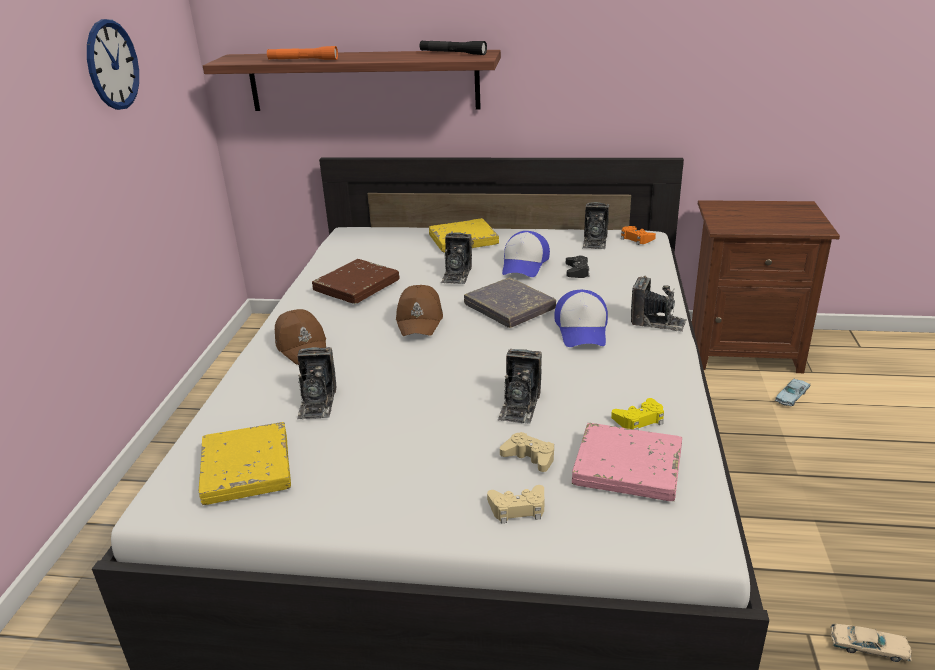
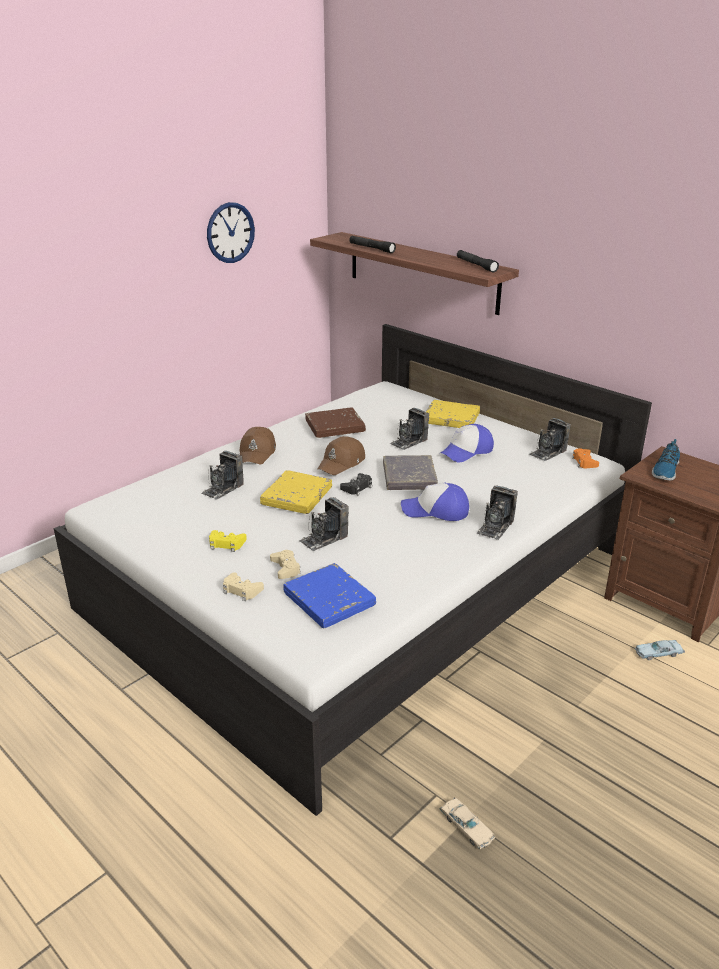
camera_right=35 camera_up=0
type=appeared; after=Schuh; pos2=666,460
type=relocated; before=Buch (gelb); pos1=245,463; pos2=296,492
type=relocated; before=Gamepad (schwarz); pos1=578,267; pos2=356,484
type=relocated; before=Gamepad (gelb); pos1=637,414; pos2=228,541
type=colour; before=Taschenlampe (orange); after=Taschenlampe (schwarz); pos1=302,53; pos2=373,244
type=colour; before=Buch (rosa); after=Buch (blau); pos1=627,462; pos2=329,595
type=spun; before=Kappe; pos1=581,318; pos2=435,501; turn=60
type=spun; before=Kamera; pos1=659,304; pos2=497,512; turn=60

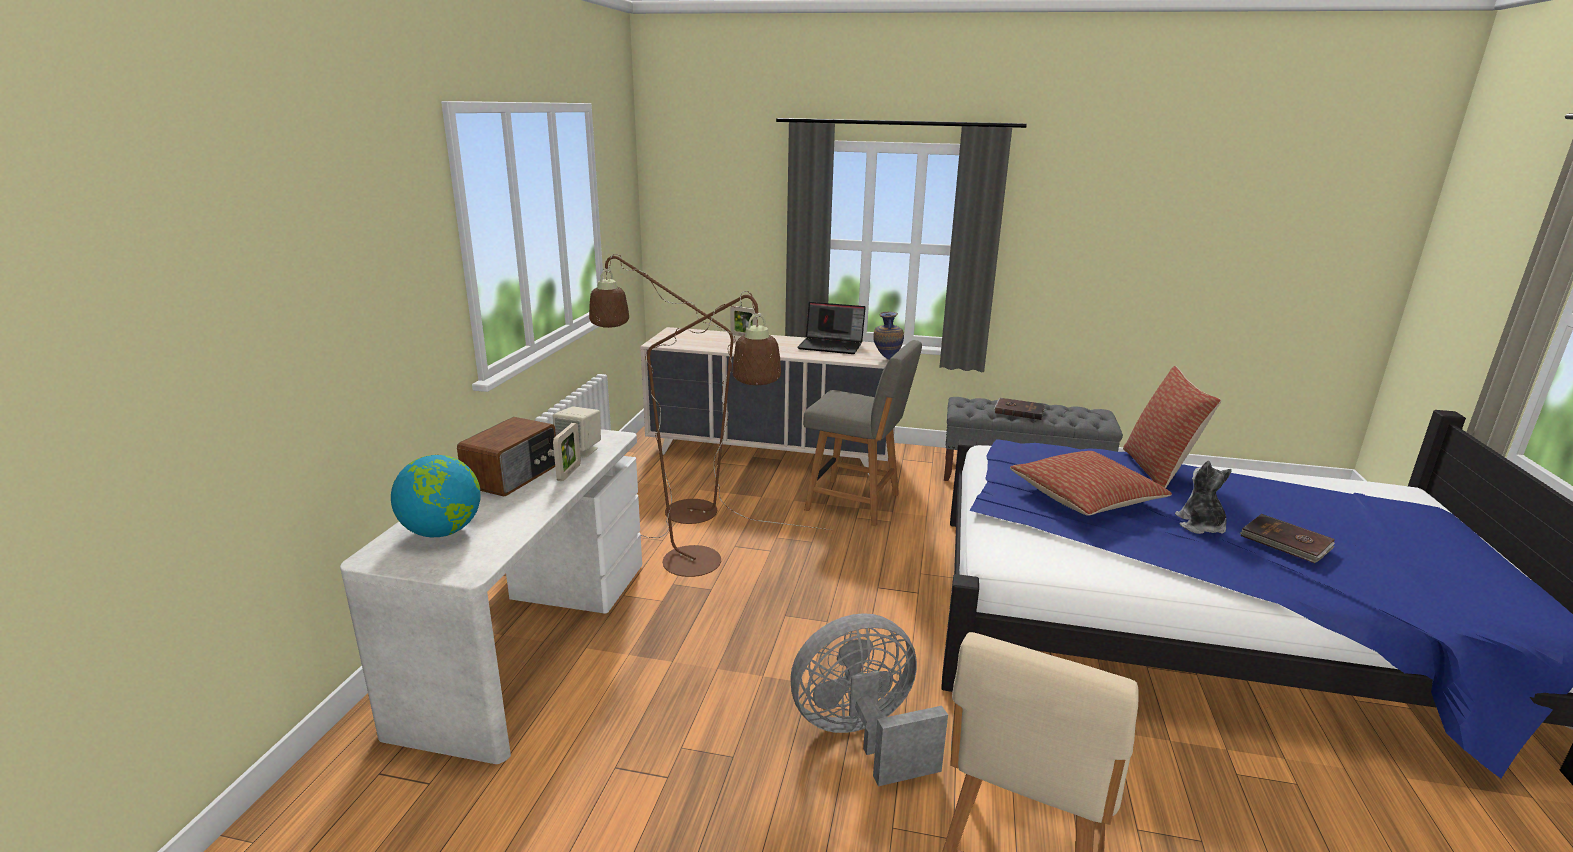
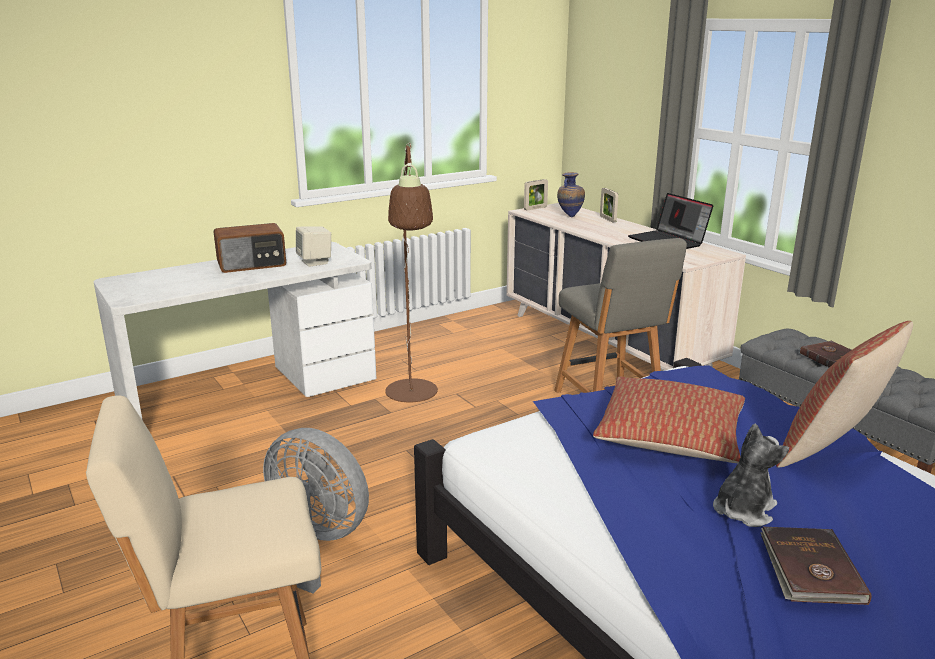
camera_right=45 camera_up=0
type=missing; before=Globus; pos1=435,496
type=missing; before=Stehlampe (braun); pos1=710,392
type=relocated; before=Bilderrahmen; pos1=567,452; pos2=536,194
type=relocated; before=Vase; pos1=888,336; pos2=571,195

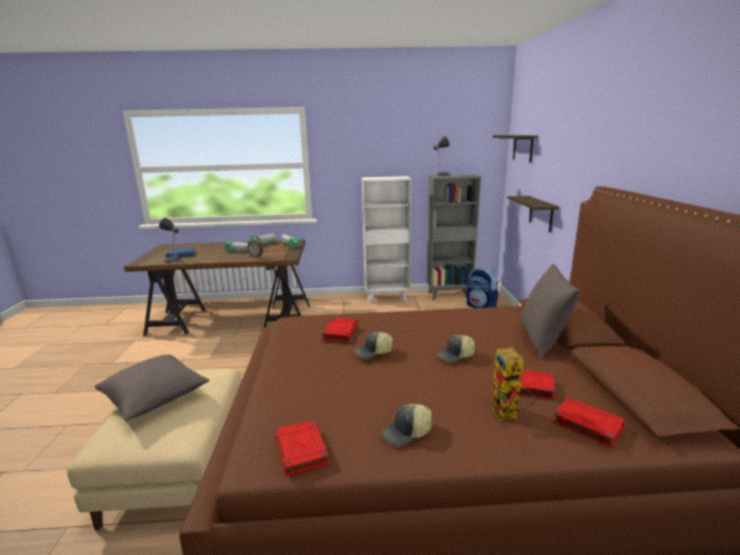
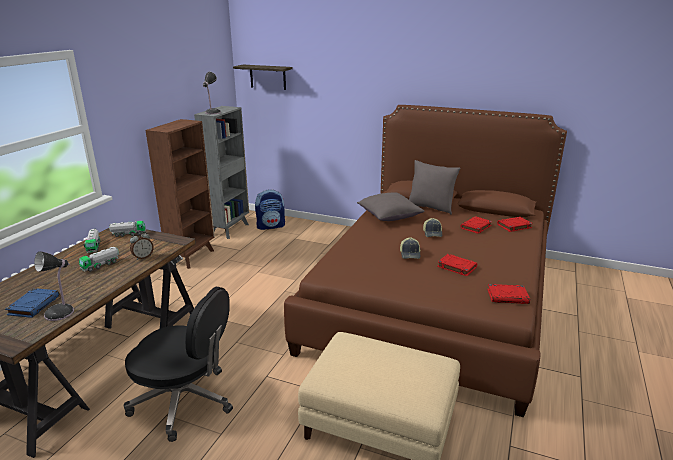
camera_right=-65 camera_up=5
type=missing; before=Kappe; pos1=406,425
type=missing; before=Spielzeugroboter; pos1=512,384
type=missing; before=Wandregal; pos1=533,214
type=appeared; after=Bürostuhl (schwarz); pos2=178,364
type=relocated; before=Kissen (grau); pos1=152,387; pos2=390,206
type=relocated; before=Buch (rot); pos1=340,330; pos2=457,265
type=colour; before=Bücherregal (weiß); after=Bücherregal (braun); pos1=386,240; pos2=180,194

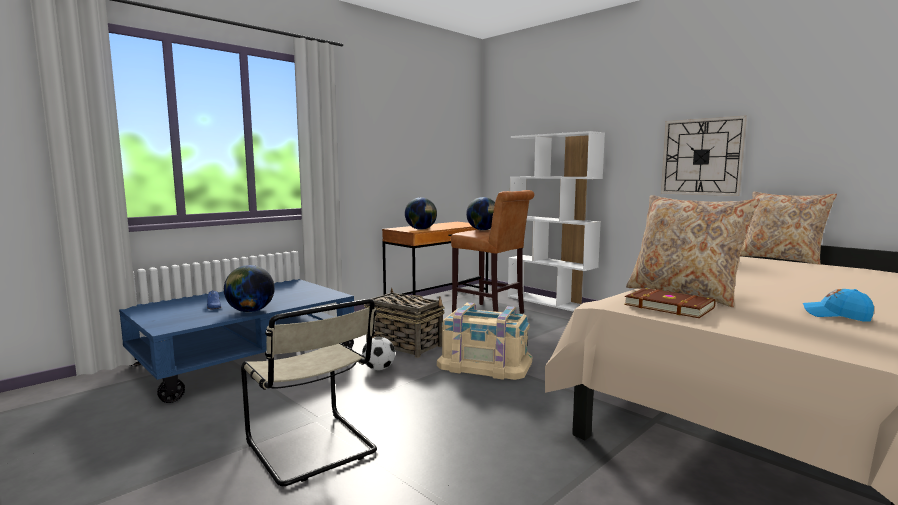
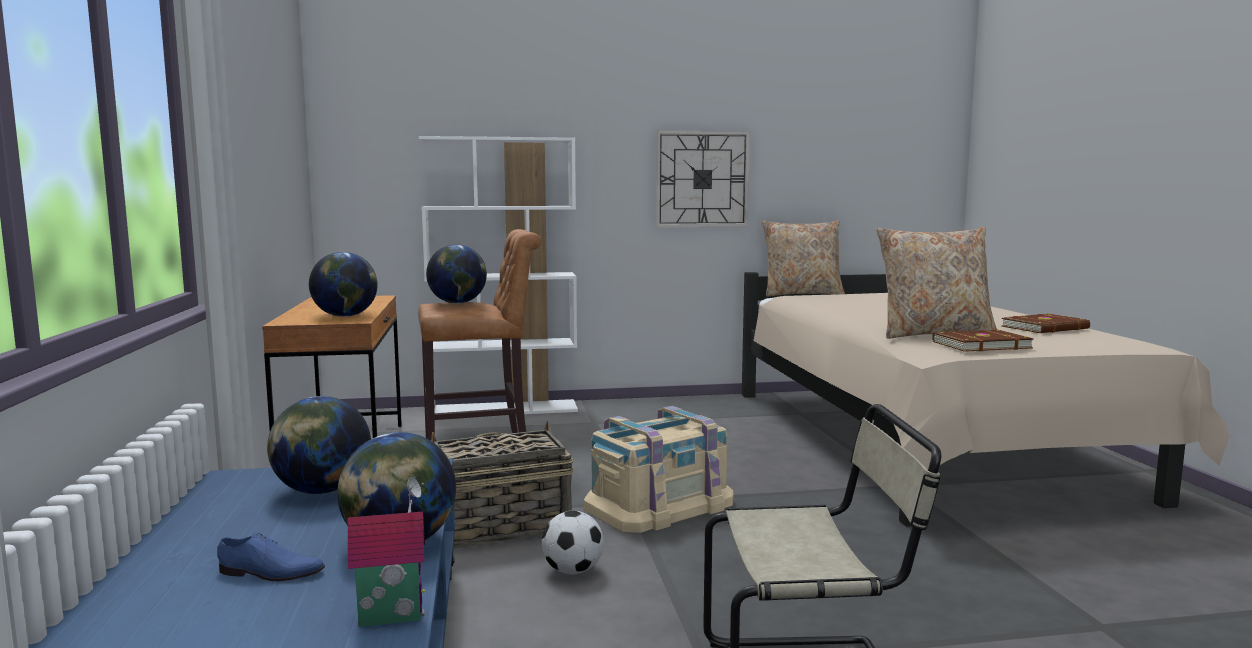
camera_right=-55 camera_up=0
type=appeared; after=Globus; pos2=319,445
type=appeared; after=Spielzeughaus; pos2=387,552
type=exchanged; before=Kappe (blau); after=Buch (braun); pos1=838,305; pos2=1046,323

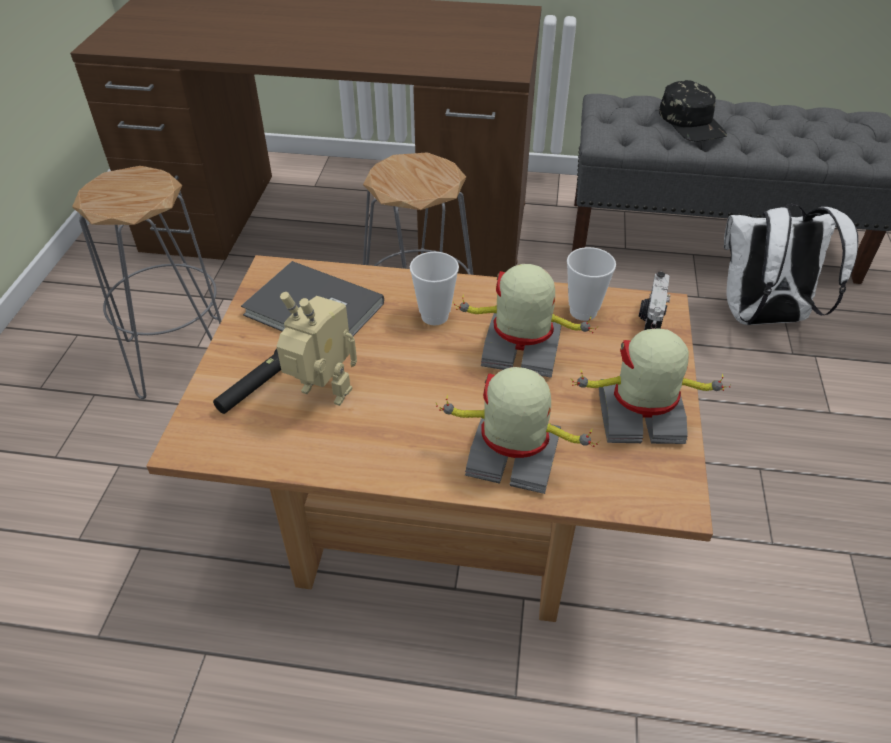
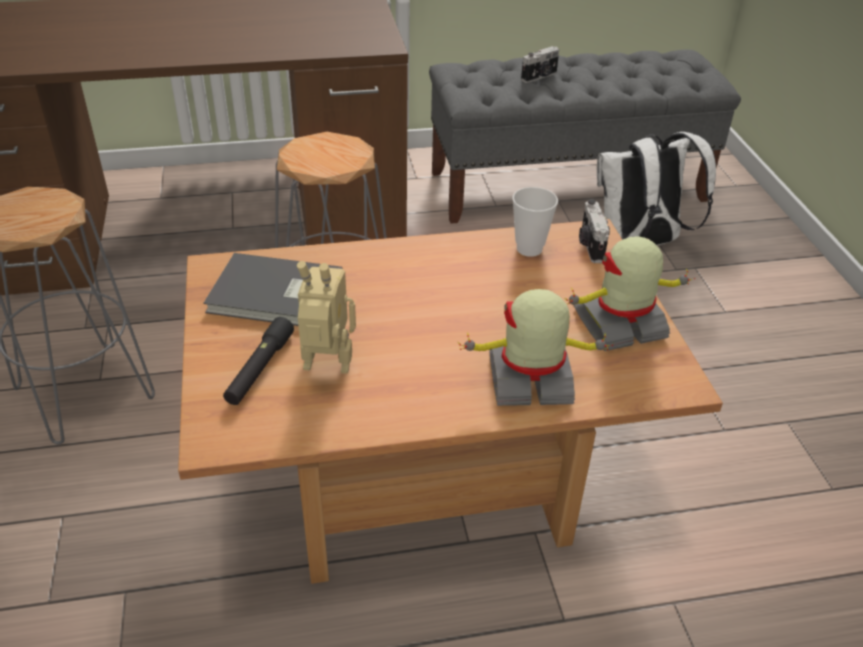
camera_right=-20 camera_up=-5
type=missing; before=Tasse; pos1=434,288
type=missing; before=Spielzeugroboter; pos1=525,320
type=exchanged; before=Kappe (schwarz); after=Kamera; pos1=693,111; pos2=540,64

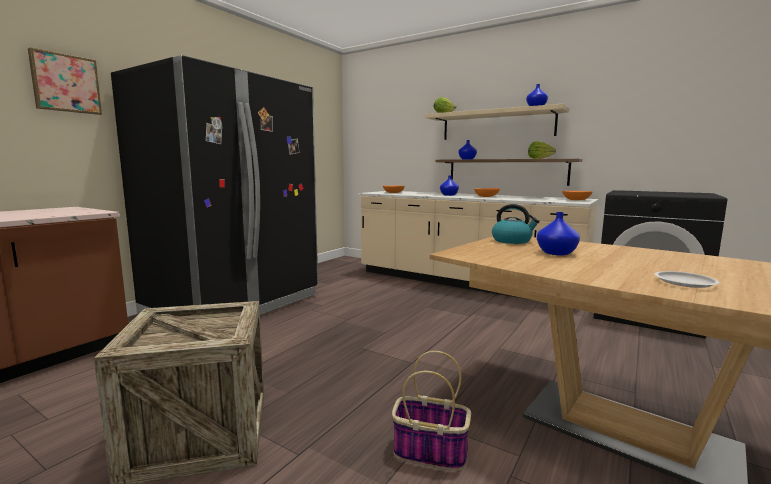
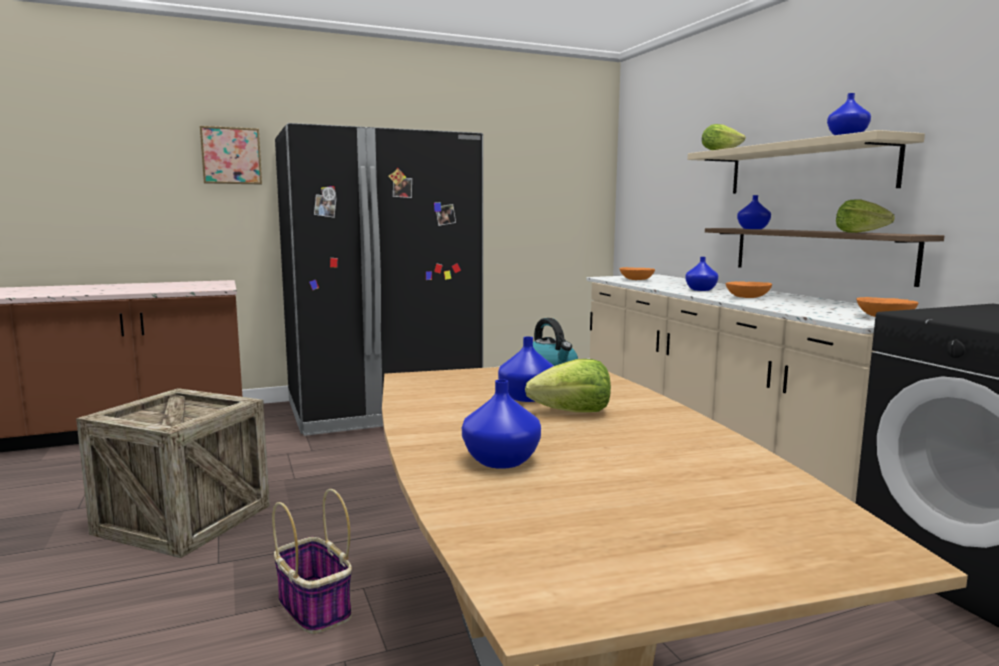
camera_right=35 camera_up=0
type=appeared; after=Salatkopf; pos2=568,385
type=exchanged; before=Teller (weiß); after=Vase (blau); pos1=687,279; pos2=501,424

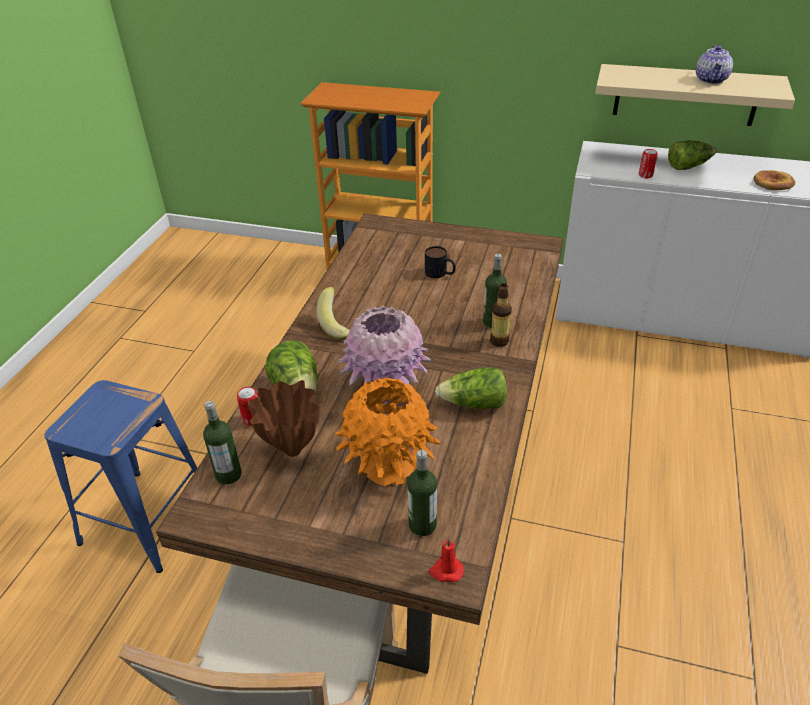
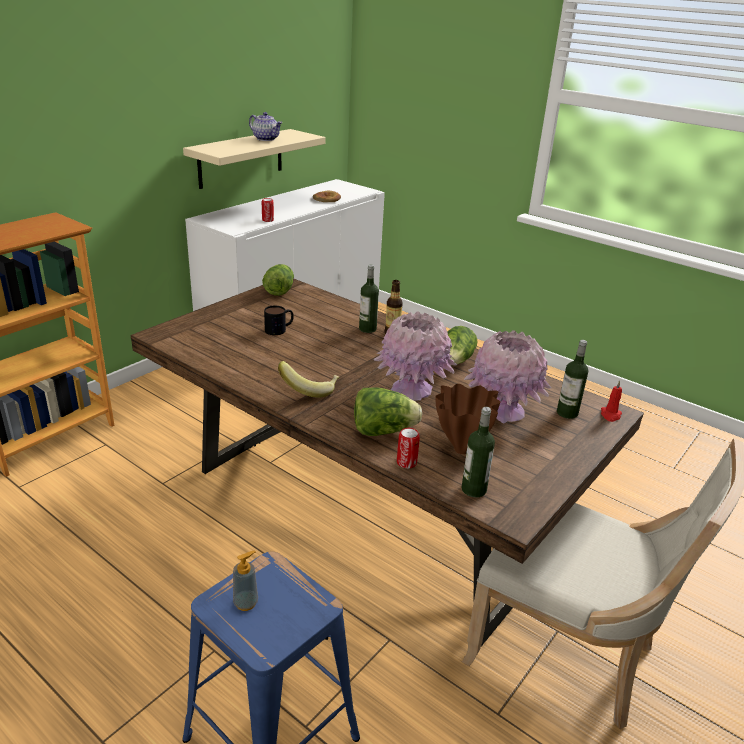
camera_right=-70 camera_up=-10
type=appeared; after=Seifenspender; pos2=245,580
type=relocated; before=Salatkopf; pos1=692,155; pos2=278,280
type=colour; before=Vase (orange); after=Vase (rosa); pos1=387,432; pos2=507,377

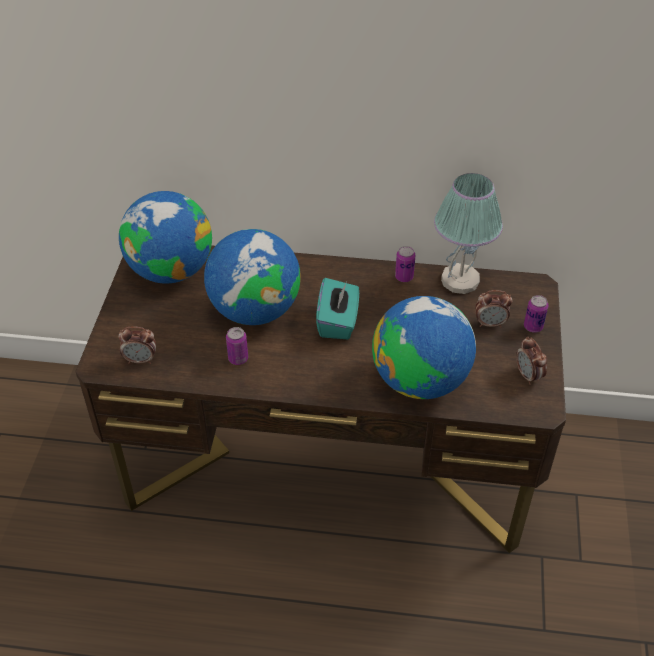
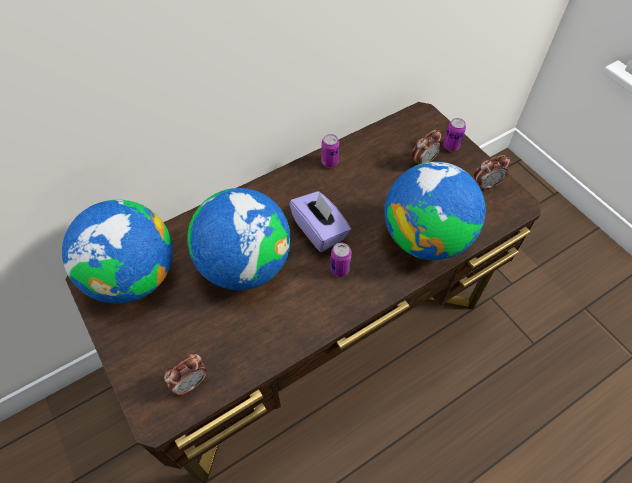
camera_right=-40 camera_up=10
type=missing; before=Tischlampe; pos1=468,233
type=relocated; before=Dose; pos1=237,346; pos2=341,260
type=colour; before=Taschentuchbox (türkis); after=Taschentuchbox (lila); pos1=337,308; pos2=320,221
type=spun; before=Wecker; pos1=531,360; pos2=492,172; turn=-45

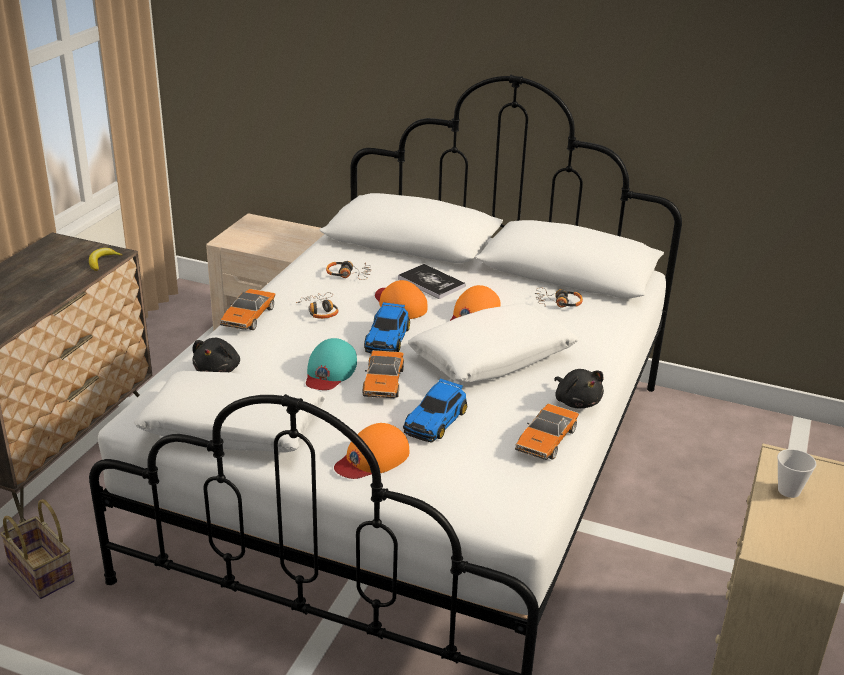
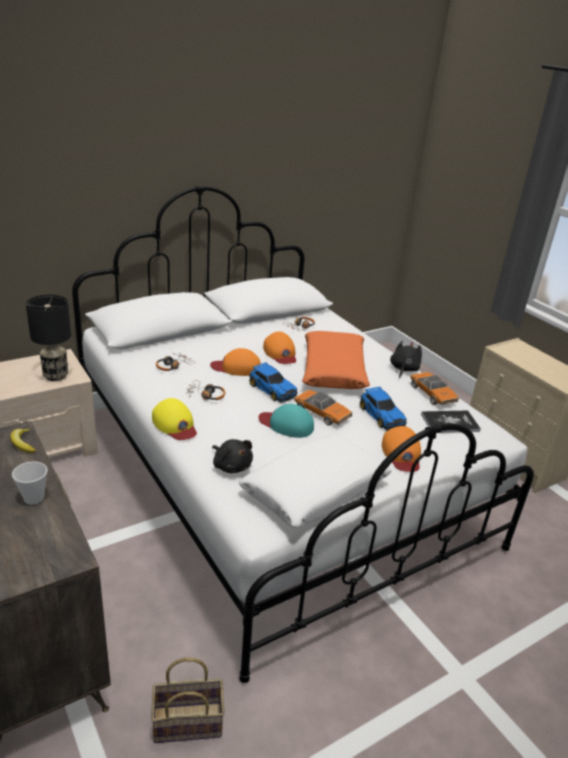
camera_right=-55 camera_up=0
type=appeared; after=Tischlampe (schwarz); pos2=48,338
type=relocated; before=Buch; pos1=431,281; pos2=451,422
type=relocated; before=Tasse; pos1=797,473; pos2=30,483
type=exchanged; before=Spielzeugauto; after=Kappe (gelb); pos1=247,309; pos2=174,419
type=colour; before=Kissen (weiß); after=Kissen (orange); pos1=493,343; pos2=336,360
type=spun; before=Kappe (türkis); pos1=331,364; pos2=286,421; turn=150
type=spun; before=Plüschtier (schwarz); pos1=579,388; pos2=406,359; turn=-75

